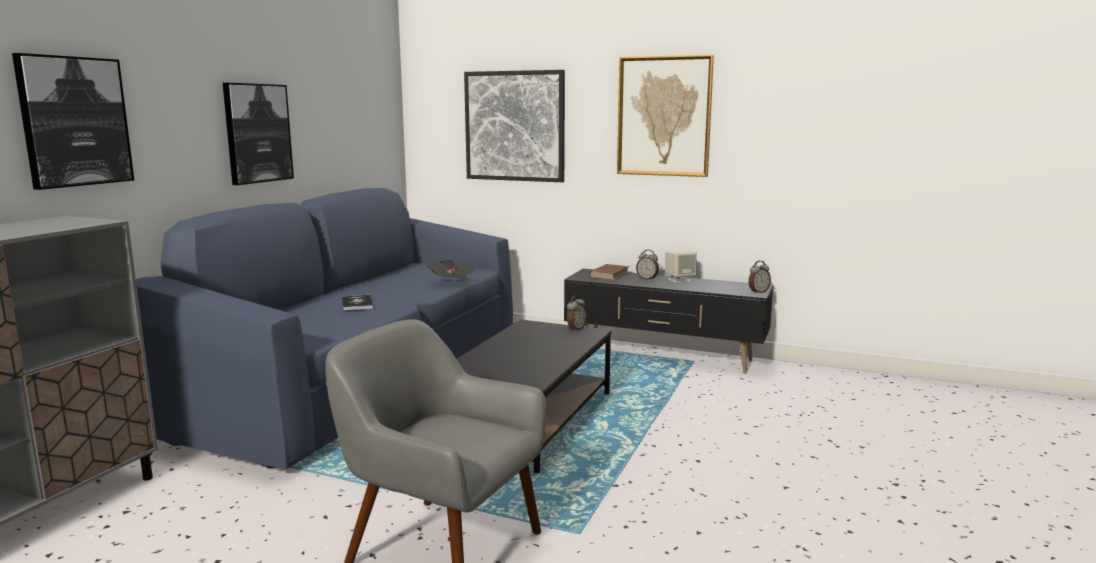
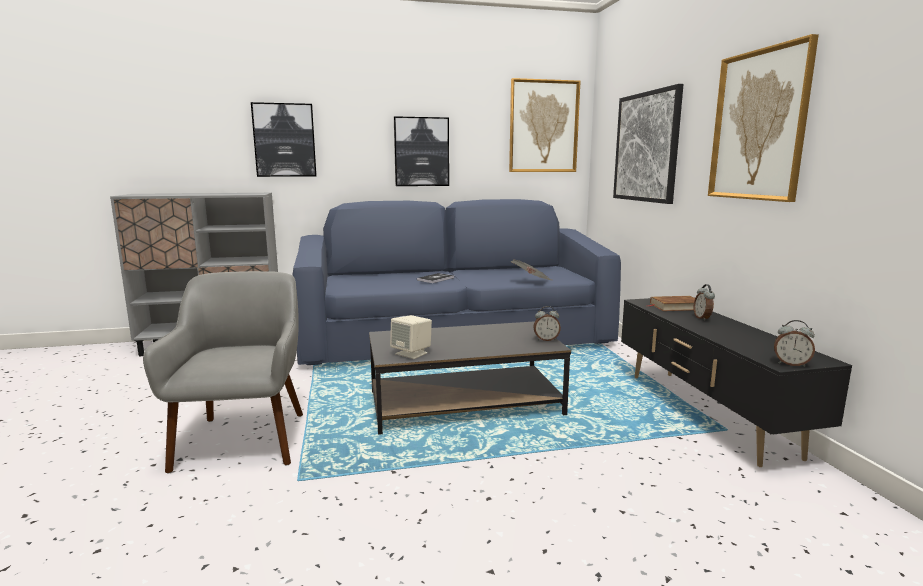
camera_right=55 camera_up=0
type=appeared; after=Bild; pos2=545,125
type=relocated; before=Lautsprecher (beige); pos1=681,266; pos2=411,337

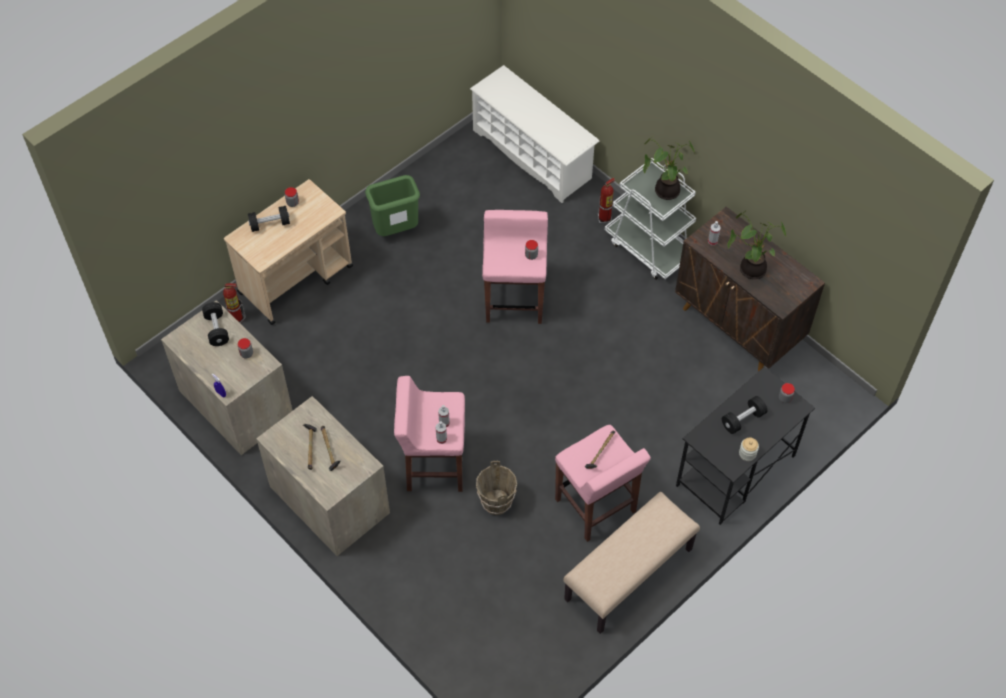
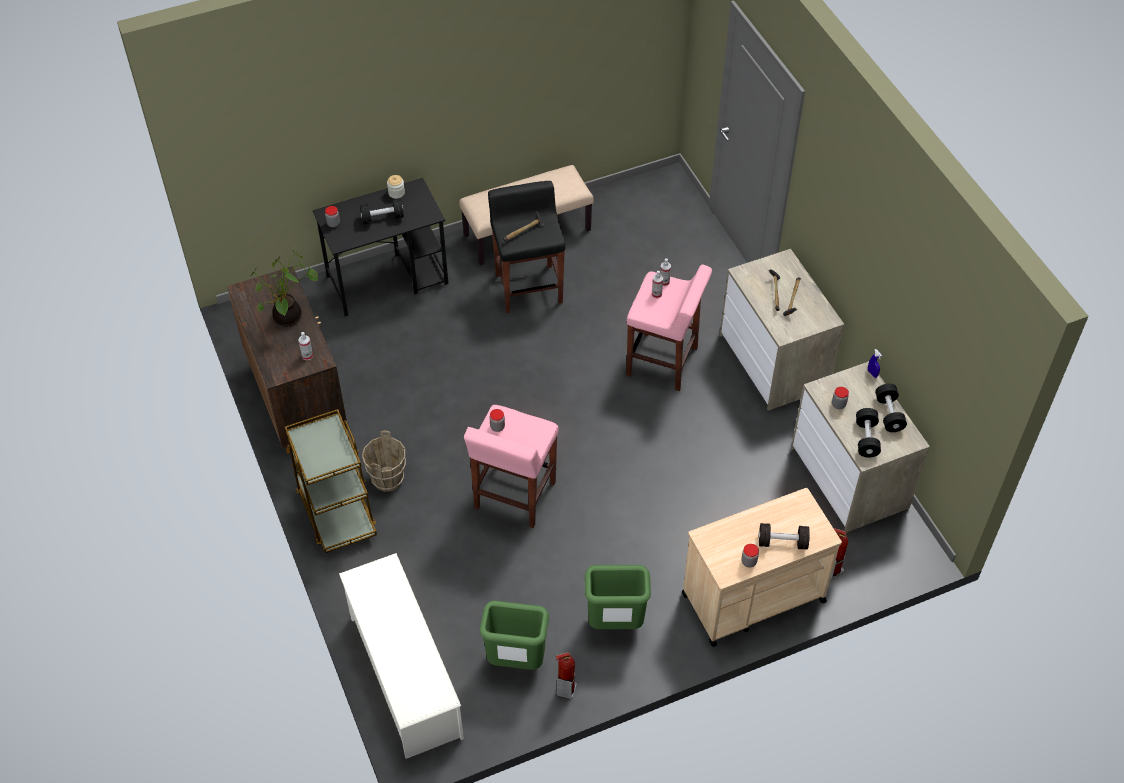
camera_right=-160 camera_up=-5
type=missing; before=Topfpflanze; pos1=669,168
type=appeared; after=Mülleimer (grün); pos2=514,635
type=appeared; after=Hantel (schwarz); pos2=891,408
type=relocated; before=Eimer (braun); pos1=496,488; pos2=384,461
type=relocated; before=Feuerlöscher; pos1=606,201; pos2=566,675
type=colour; before=Hocker (rosa); after=Hocker (schwarz); pos1=603,483; pos2=526,247
type=colour; before=Rollwagen (weiß); after=Rollwagen (braun); pos1=650,219; pos2=331,481

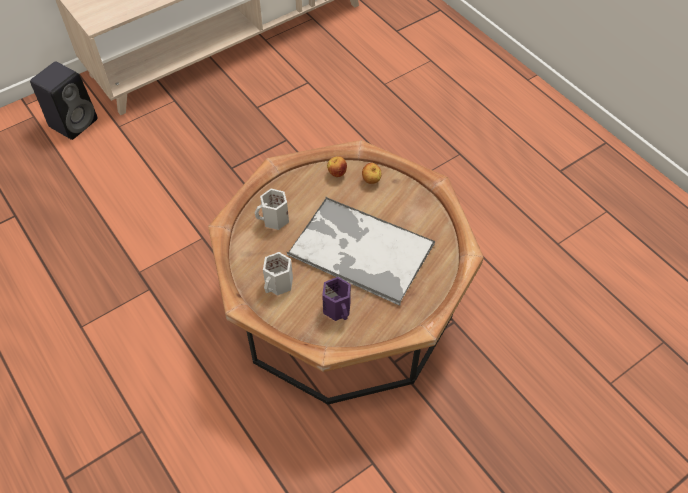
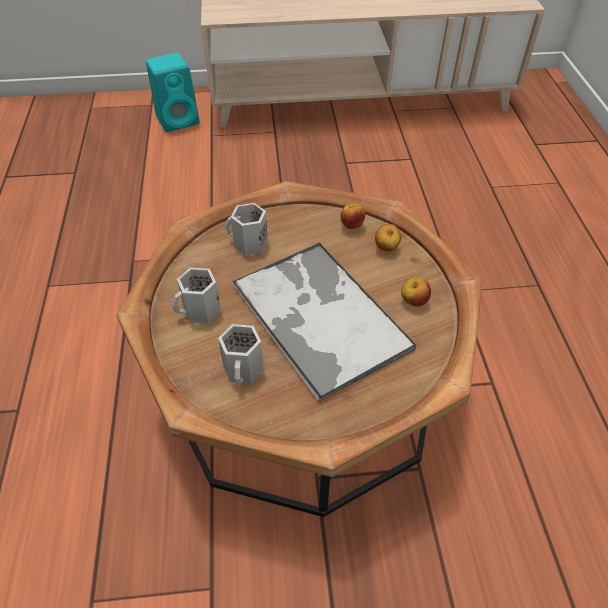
camera_right=30 camera_up=-5
type=appeared; after=Apfel; pos2=416,291
type=colour; before=Lautsprecher (schwarz); after=Lautsprecher (türkis); pos1=64,101; pos2=172,92
type=colour; before=Henkelbecher (lila); after=Henkelbecher (weiß); pos1=336,299; pos2=241,355

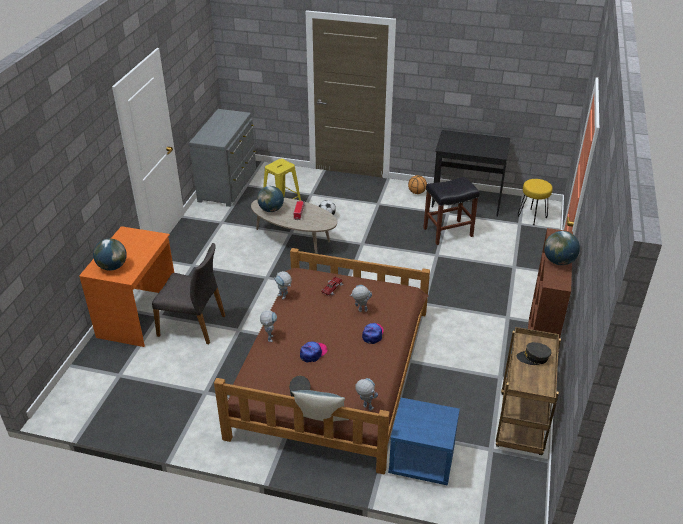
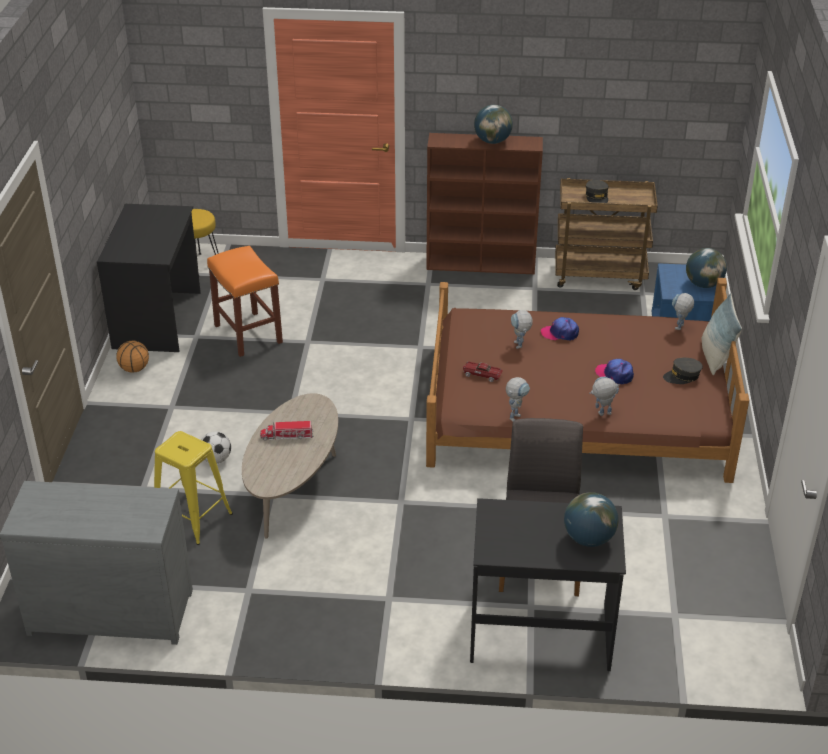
camera_right=-100 camera_up=0
type=relocated; before=Globus; pos1=270,199; pos2=706,268
type=colour; before=Schreibtisch (orange); after=Schreibtisch (schwarz); pos1=126,286; pos2=548,584
type=colour; before=Hocker (schwarz); after=Hocker (orange); pos1=451,210; pos2=245,301

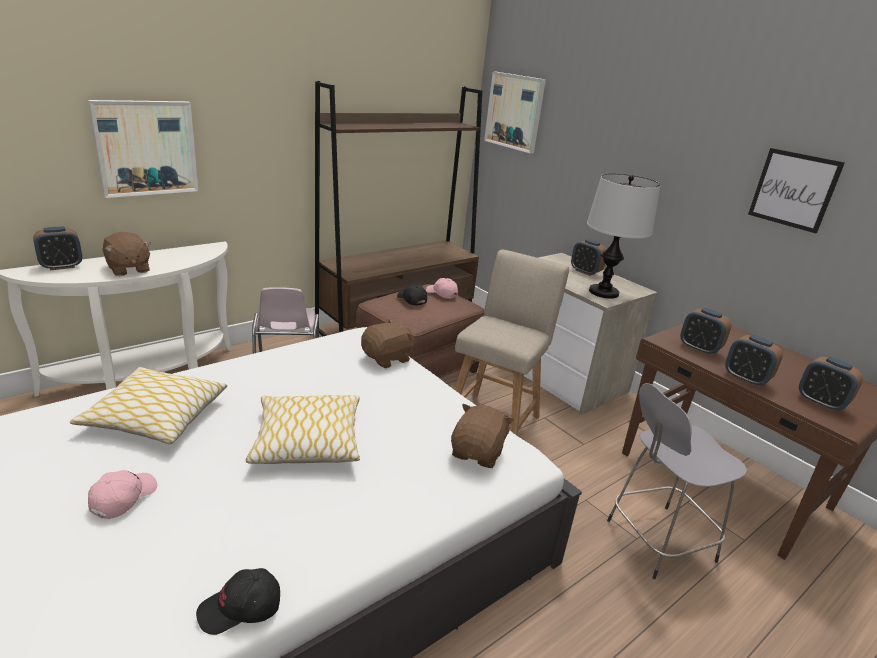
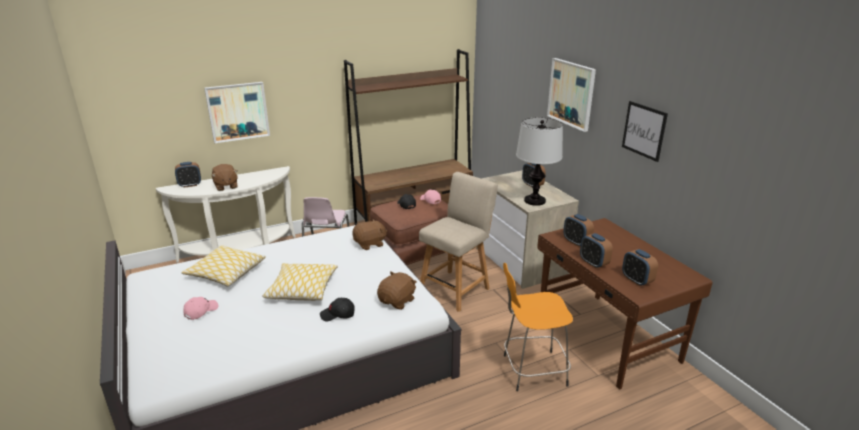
camera_right=15 camera_up=0
type=relocated; before=Kappe (schwarz); pos1=238,601; pos2=337,309
type=relocated; before=Bild; pos1=515,112; pos2=571,95
type=colour; before=Hocker (grau); after=Hocker (orange); pos1=677,481; pos2=538,327

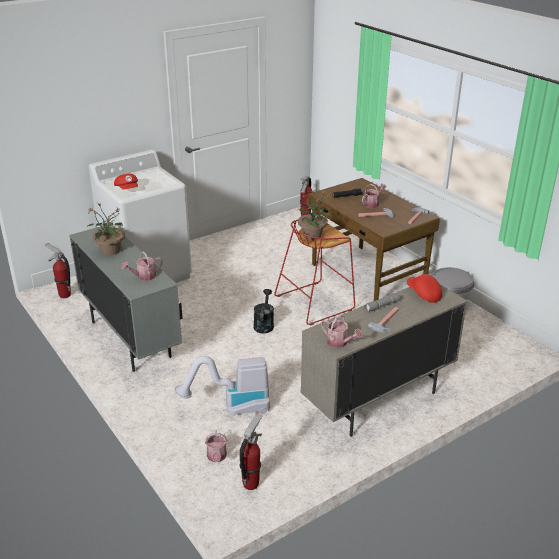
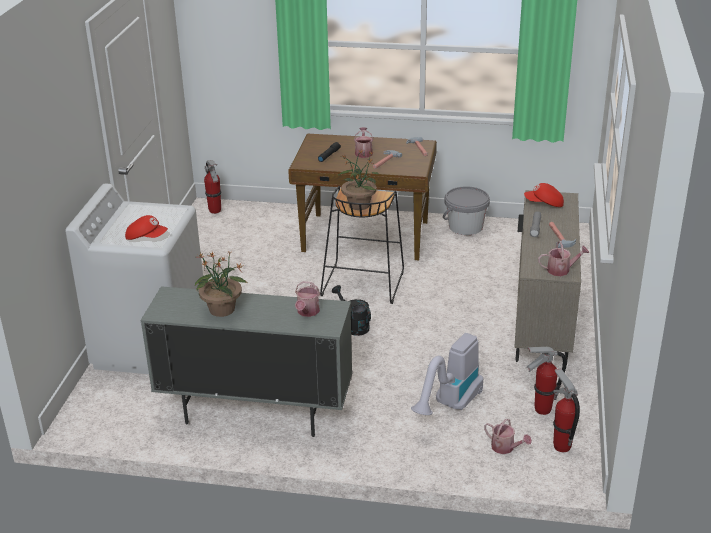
camera_right=-45 camera_up=0
type=relocated; before=Feuerlöscher; pos1=58,270; pos2=547,381
type=colour; before=Hocker (rot); after=Hocker (schwarz); pos1=314,273; pos2=362,245

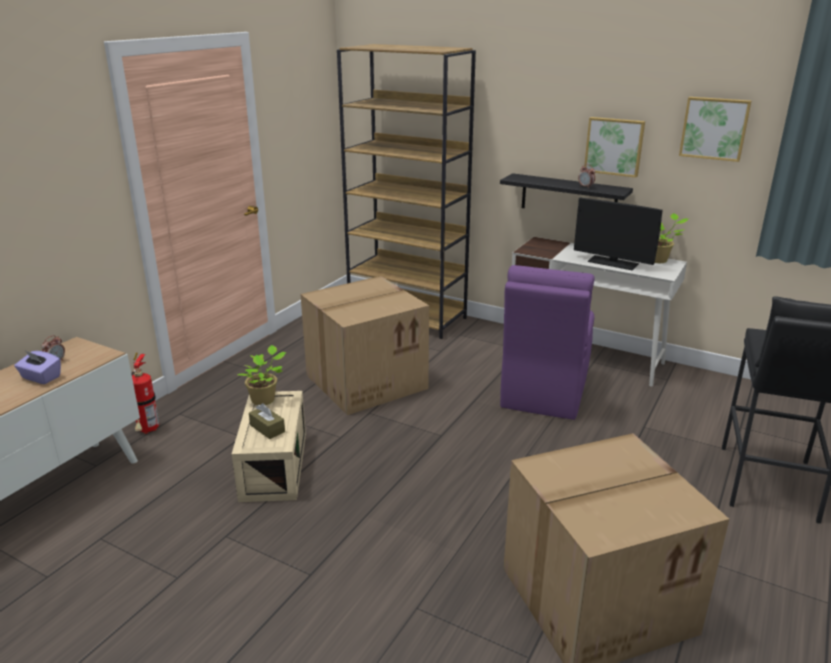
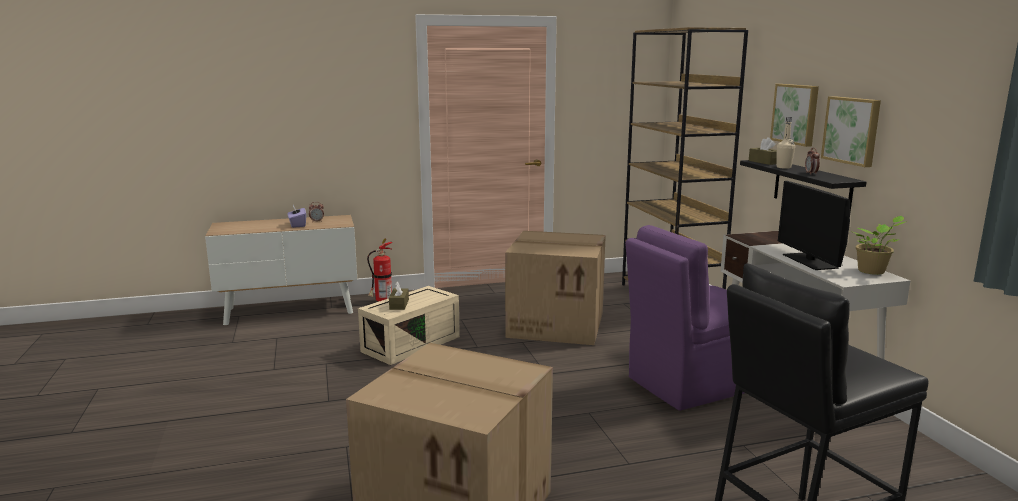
camera_right=45 camera_up=-10
type=missing; before=Topfpflanze; pos1=262,375
type=appeared; after=Taschentuchbox (braun); pos2=763,151
type=appeared; after=Flasche (beige); pos2=785,143
type=relocated; before=Bild; pos1=715,129; pos2=794,115

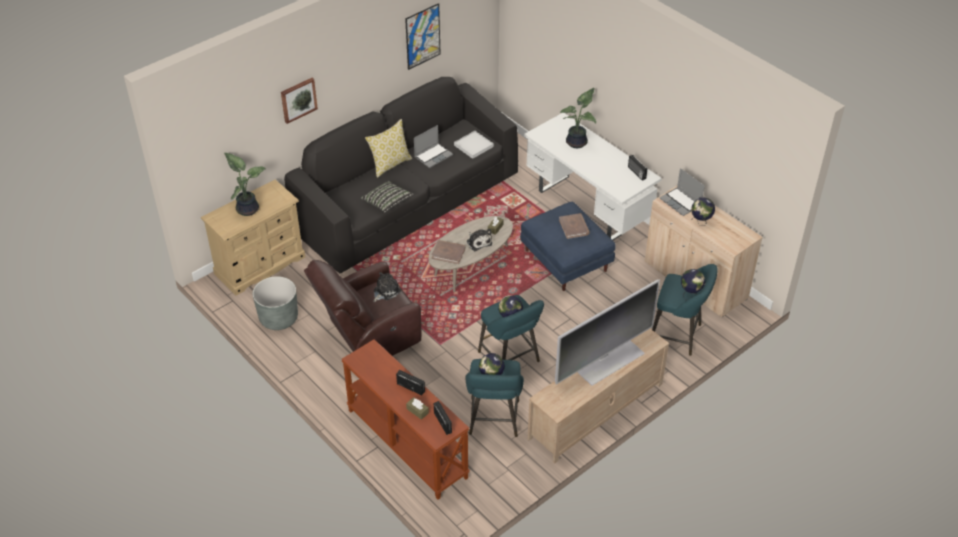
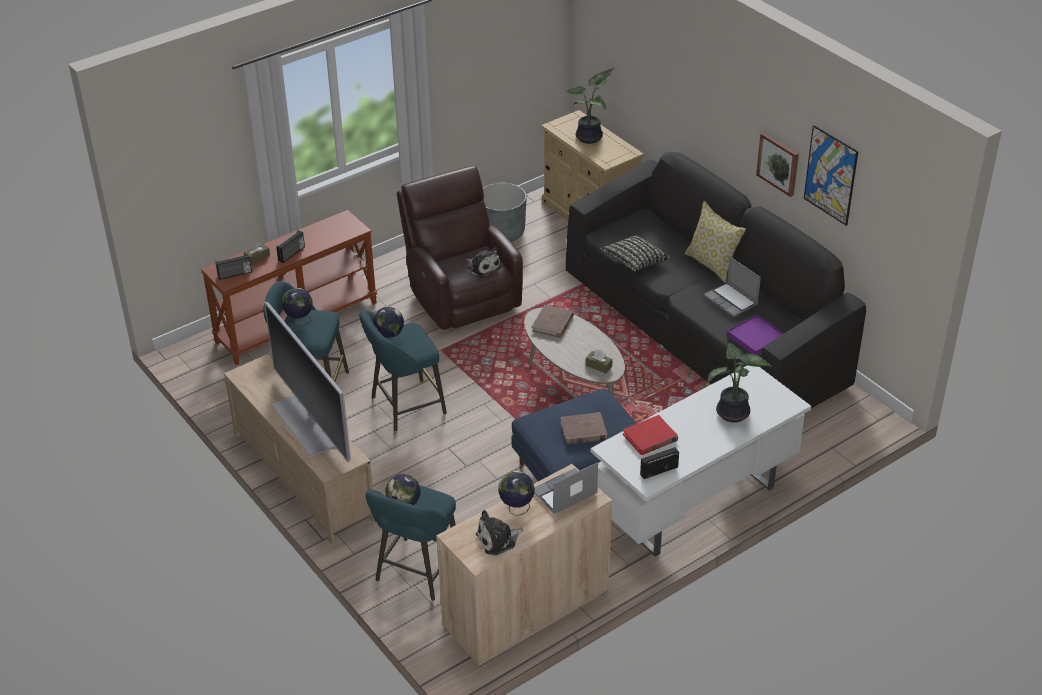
camera_right=95 camera_up=-5
type=appeared; after=Buch (rot); pos2=650,435
type=relocated; before=Bild; pos1=299,101; pos2=777,164
type=relocated; before=Plüschtier; pos1=479,240; pos2=499,532
type=colour; before=Tablett (weiß); after=Tablett (lila); pos1=474,145; pos2=755,335

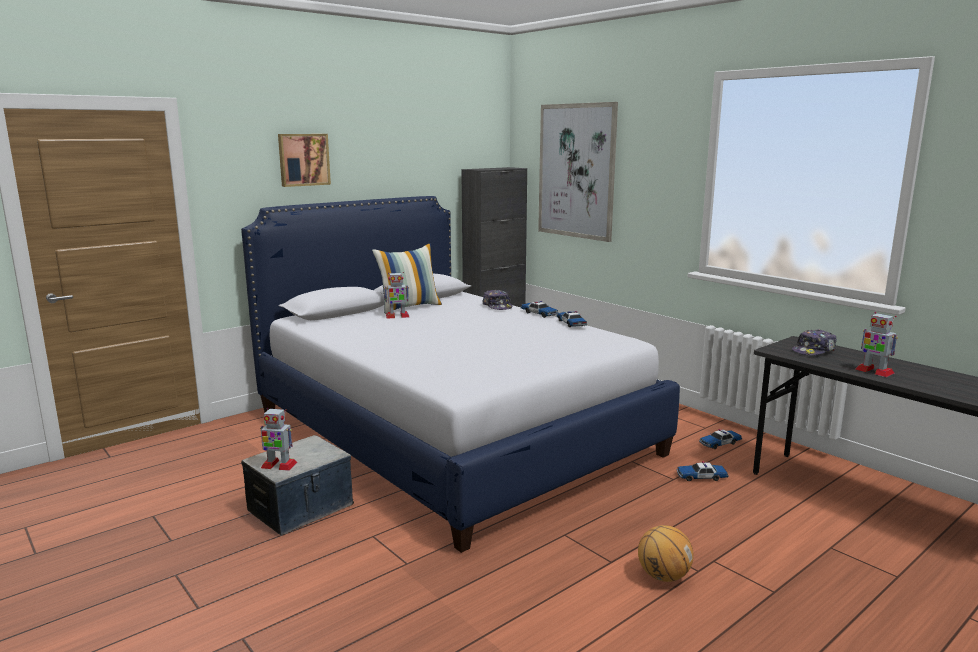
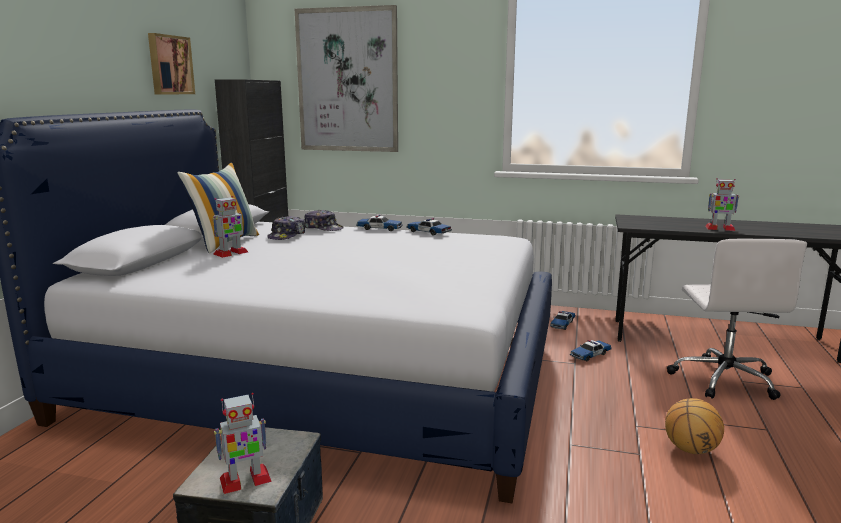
camera_right=-35 camera_up=0
type=appeared; after=Bürostuhl (weiß); pos2=737,319
type=relocated; before=Bild; pos1=304,160; pos2=171,64
type=relocated; before=Kappe; pos1=814,342; pos2=286,228

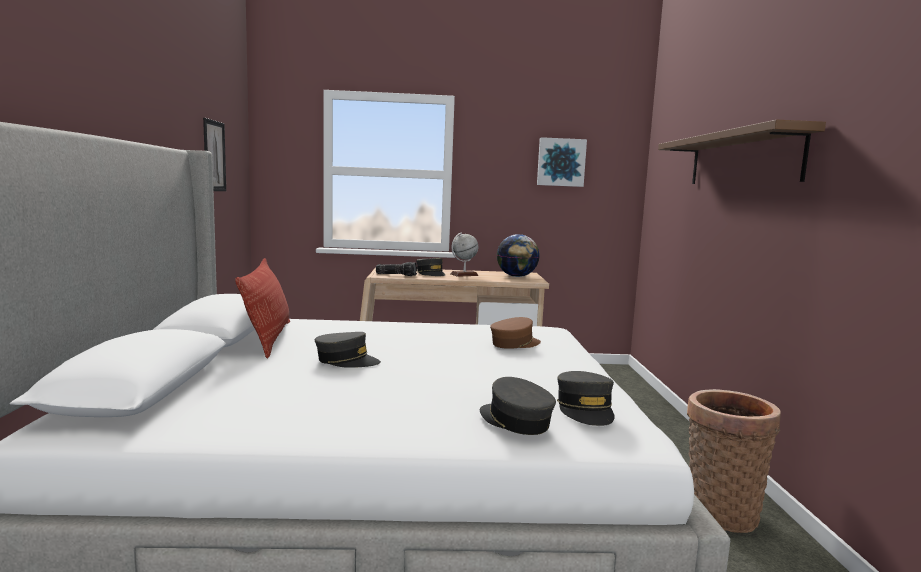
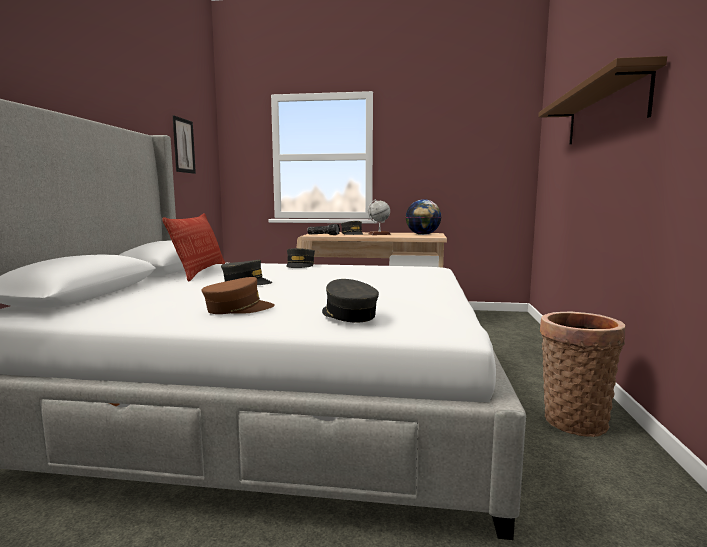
camera_right=10 camera_up=0
type=missing; before=Bild; pos1=562,162
type=relocated; before=Kappe (braun); pos1=515,333; pos2=238,295
type=relocated; before=Kappe (grau); pos1=586,398; pos2=300,258

